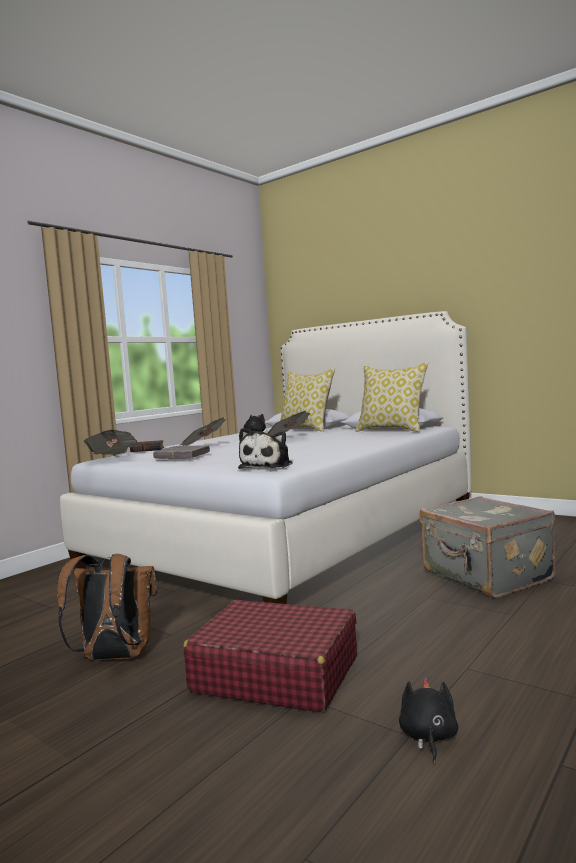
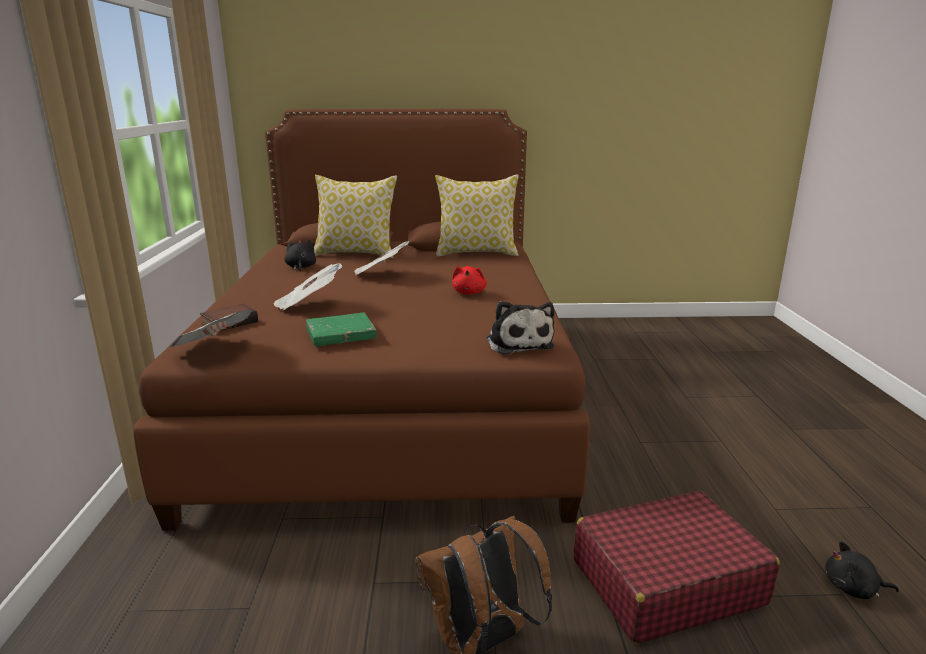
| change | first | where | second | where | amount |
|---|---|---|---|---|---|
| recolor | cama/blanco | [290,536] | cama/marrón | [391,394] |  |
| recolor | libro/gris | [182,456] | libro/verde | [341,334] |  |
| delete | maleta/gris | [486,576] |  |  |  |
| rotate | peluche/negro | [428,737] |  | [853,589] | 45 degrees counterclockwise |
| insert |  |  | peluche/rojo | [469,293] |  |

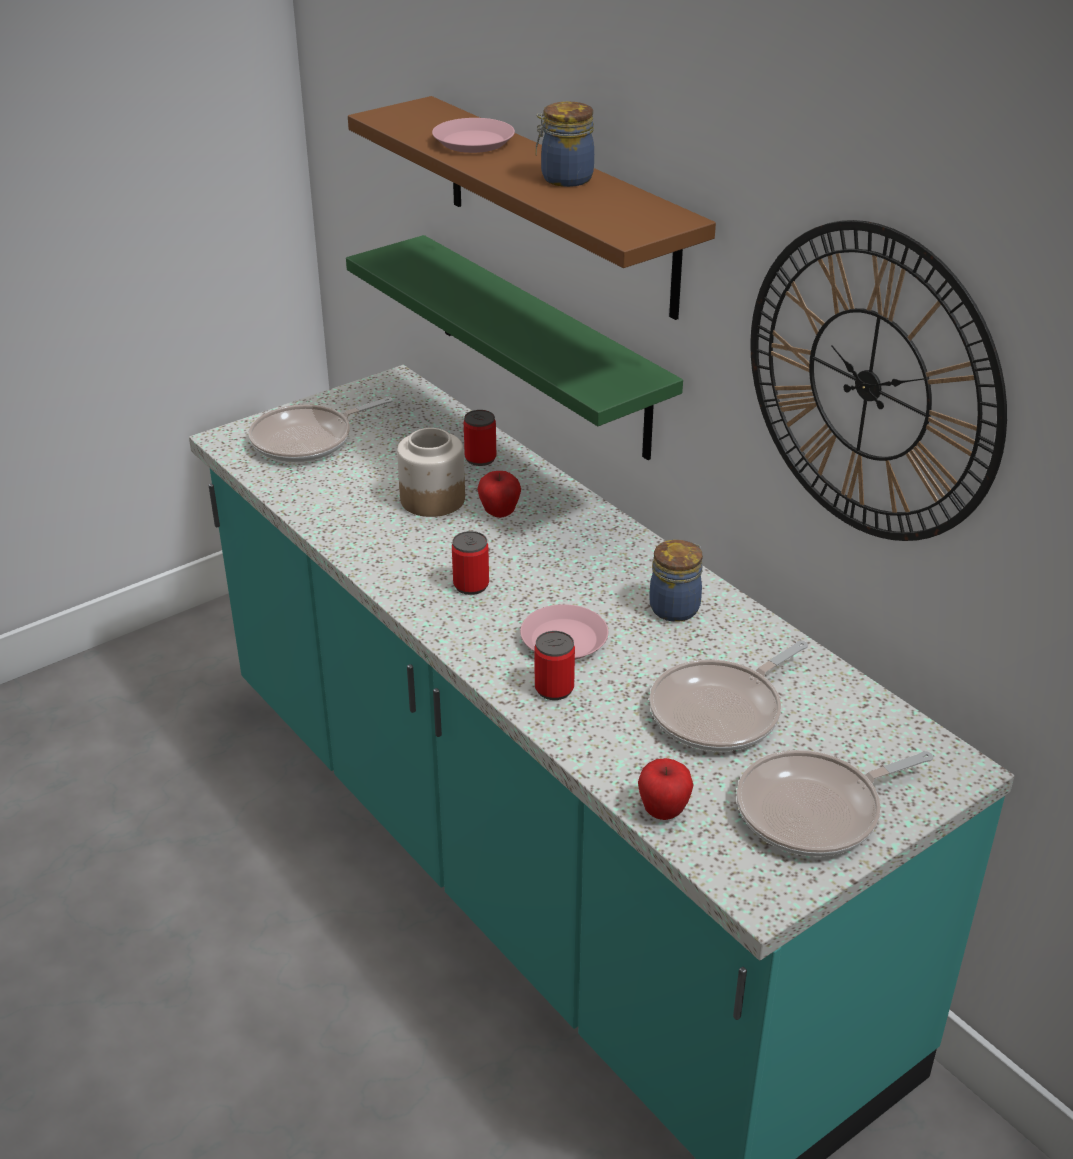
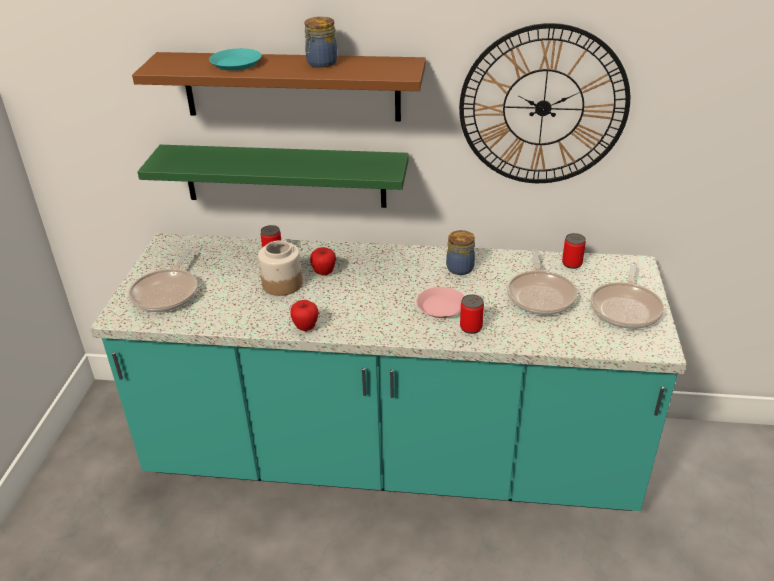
| change | first | where | second | where | amount |
|---|---|---|---|---|---|
| recolor | plato/rosa | [473,142] | plato/turquesa | [236,64] |  |
| move | lata | [471,585] |  | [572,263] |  |
| move | manzana | [663,811] |  | [306,327] |  |

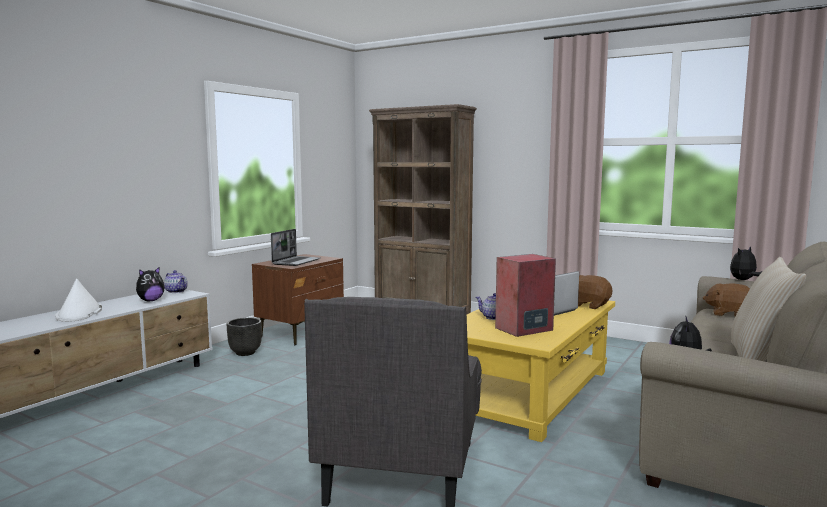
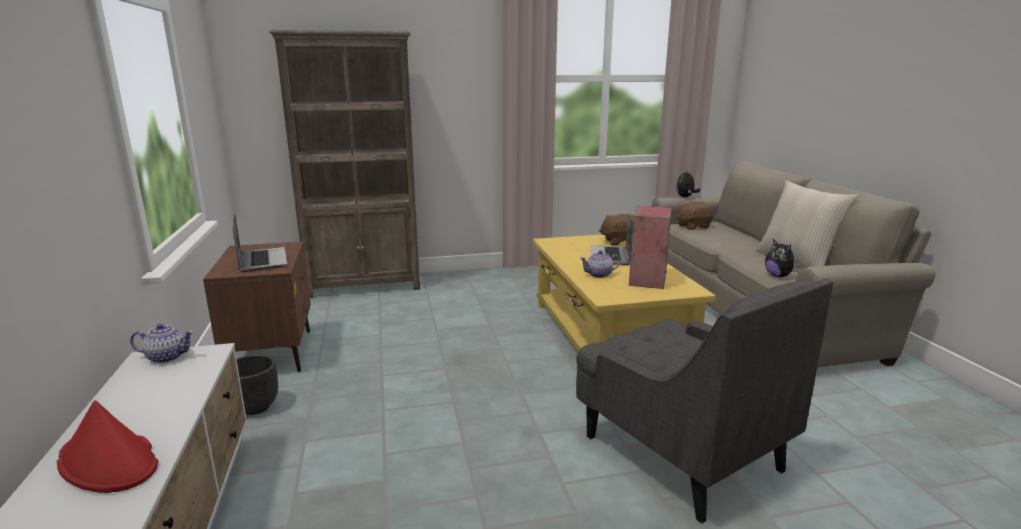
| change | first | where | second | where | amount |
|---|---|---|---|---|---|
| delete | peluche | [150,300] |  |  |  |
| recolor | sombrero/blanco | [79,313] | sombrero/rojo | [109,462] |  |

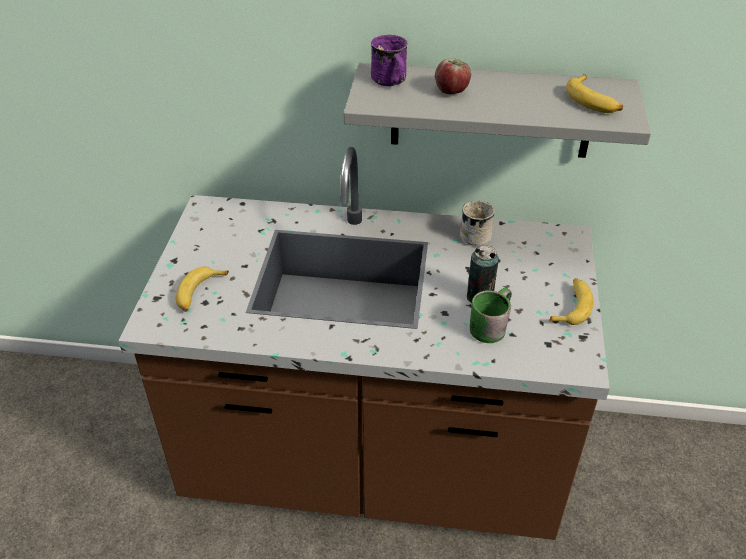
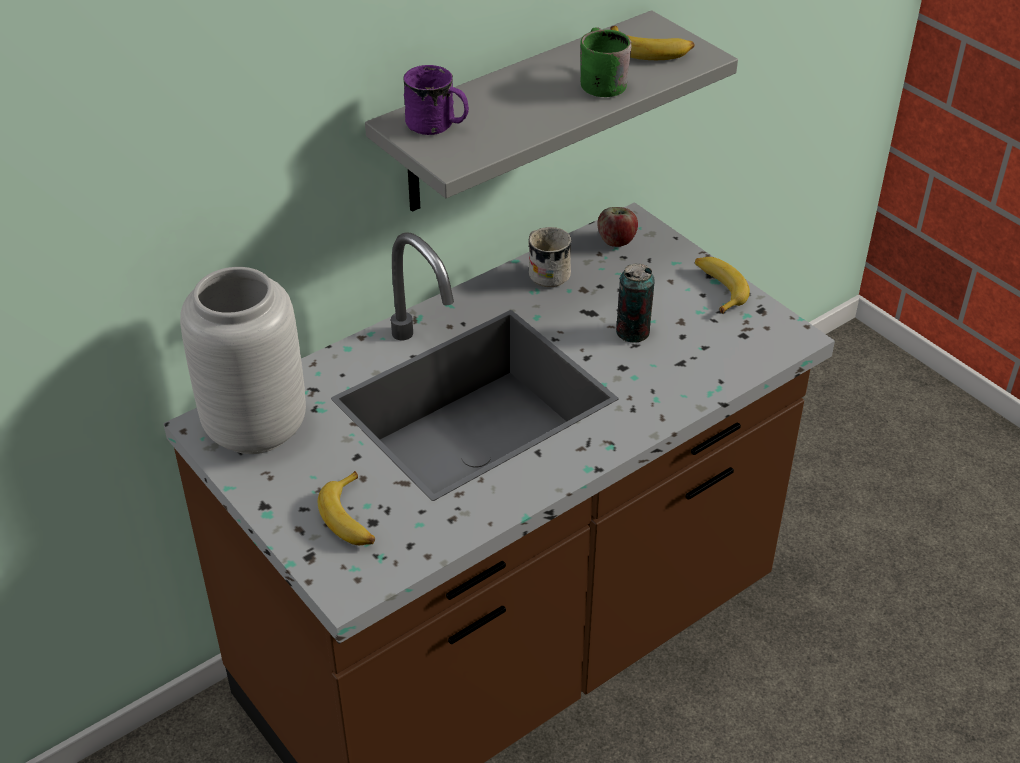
| change | first | where | second | where | amount |
|---|---|---|---|---|---|
| move | manzana | [452,91] |  | [616,241] |  |
| move | taza grande/verde | [488,325] |  | [597,82] |  |
| insert |  |  | florero/gris | [258,429] |  |

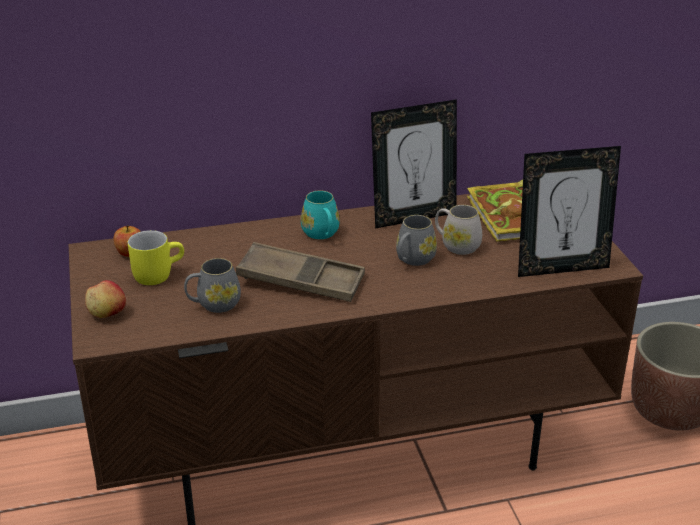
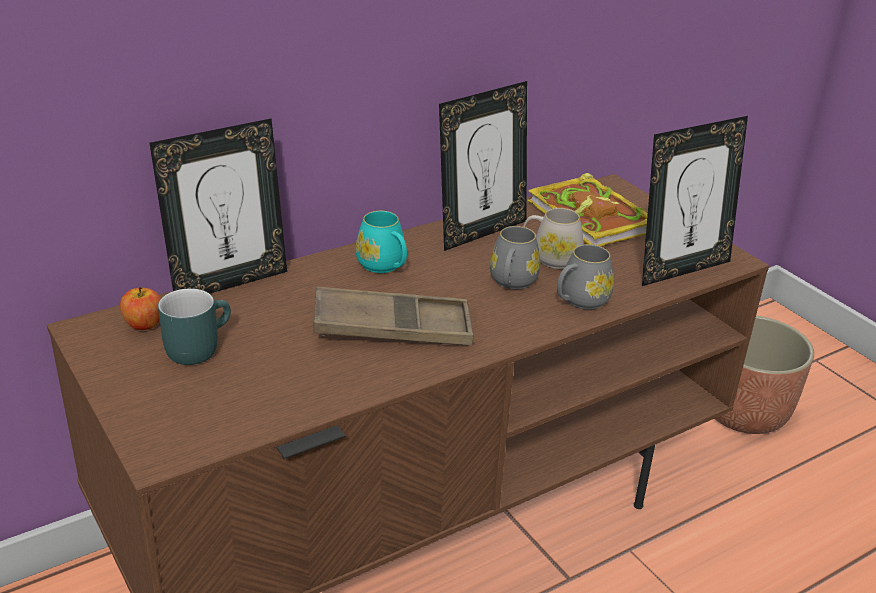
| change | first | where | second | where | amount |
|---|---|---|---|---|---|
| recolor | taza grande/amarillo | [157,273] | taza grande/turquesa | [196,347] |  |
| move | taza grande/gris | [214,304] |  | [579,301] |  |
| delete | manzana | [107,313] |  |  |  |
| insert |  |  | portarretratos | [228,282] |  |

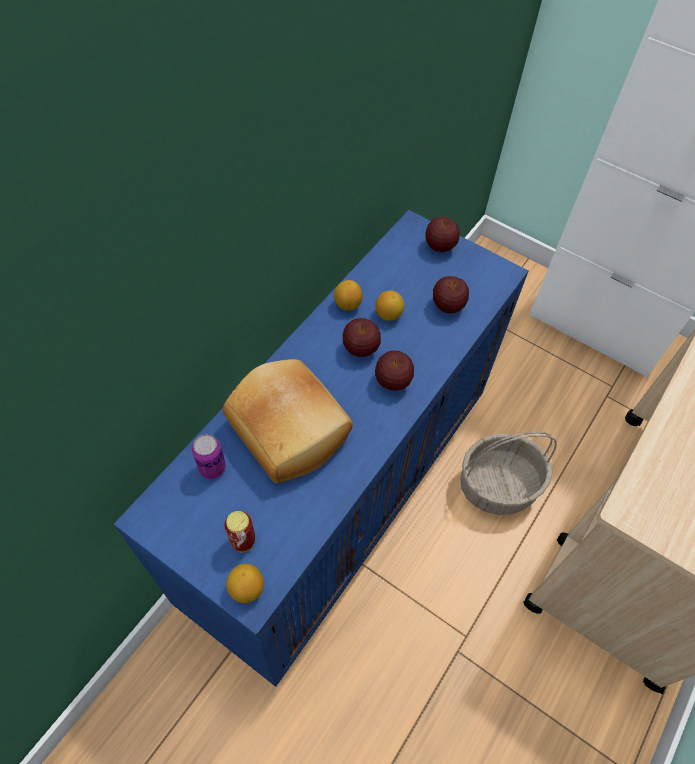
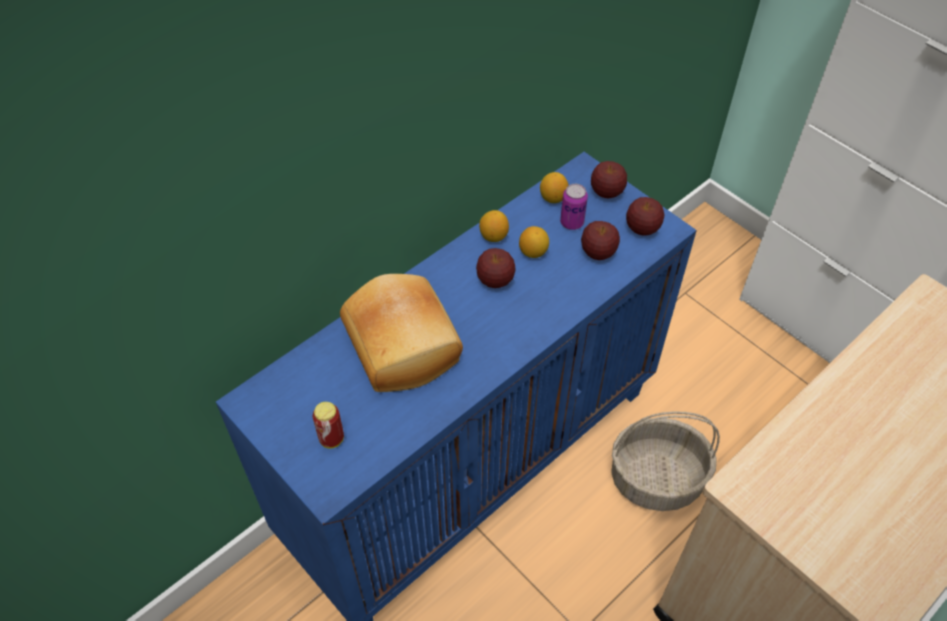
| change | first | where | second | where | amount |
|---|---|---|---|---|---|
| move | manzana | [393,381] |  | [642,229] |  |
| move | lata | [212,468] |  | [572,222] |  |
| move | limón | [246,588] |  | [553,198] |  |

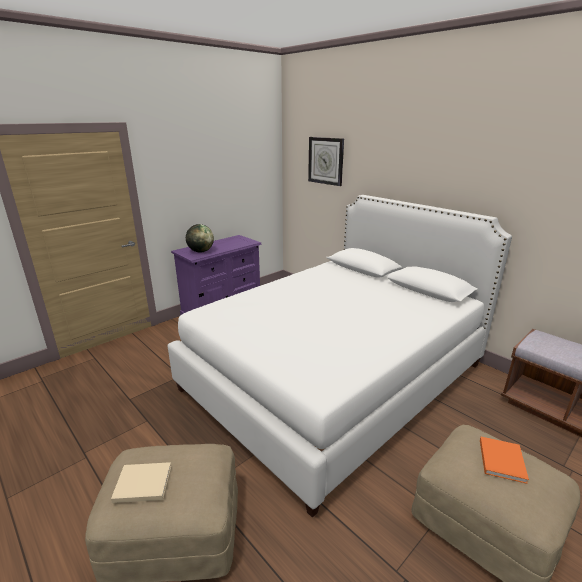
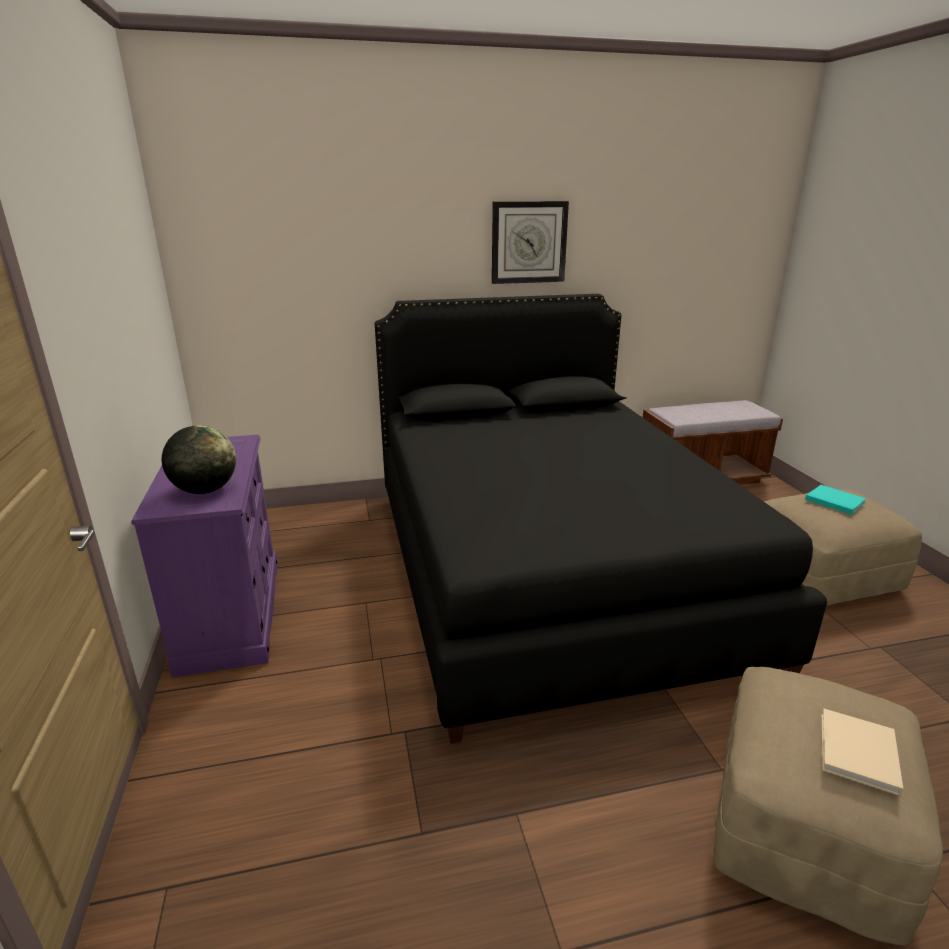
| change | first | where | second | where | amount |
|---|---|---|---|---|---|
| move | reloj de pared | [326,161] |  | [528,242] |  |
| recolor | cama/blanco | [334,377] | cama/negro | [547,570] |  |
| recolor | libro/naranja | [501,459] | libro/turquesa | [833,500] |  |

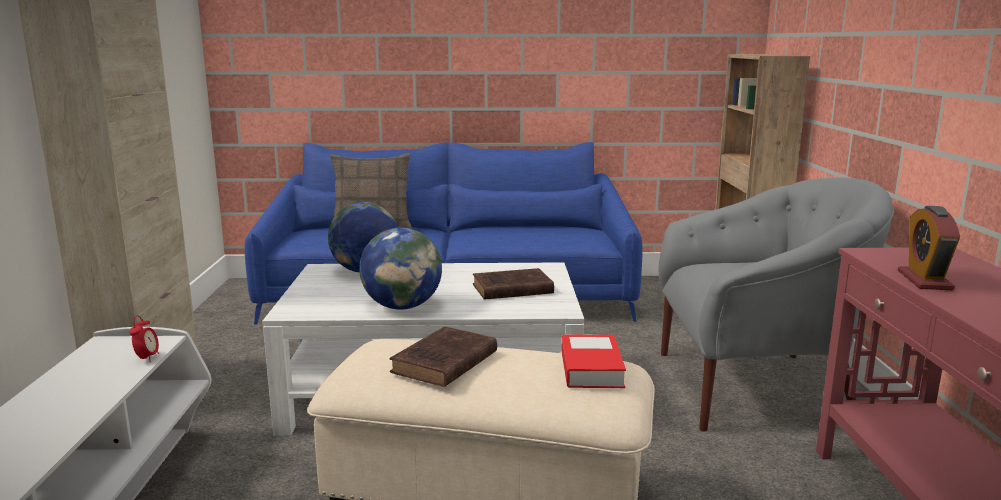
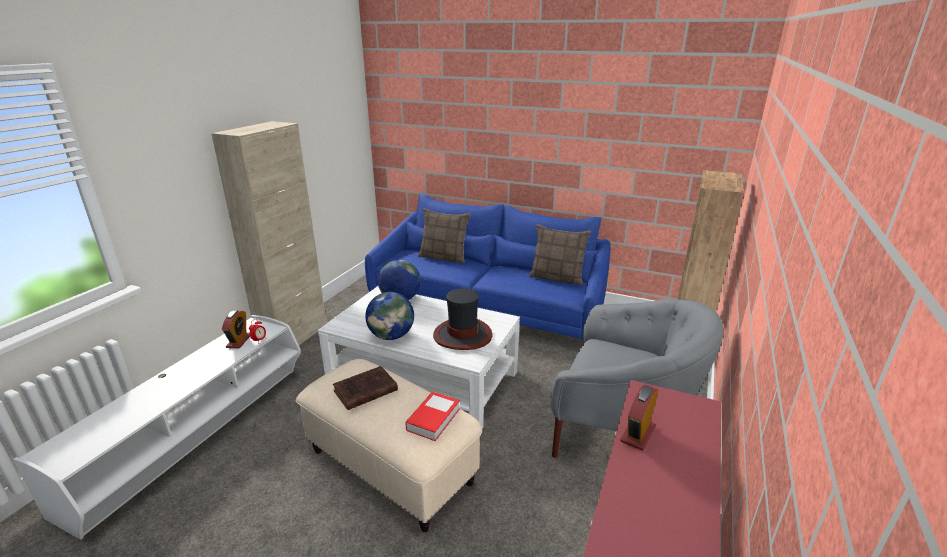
| change | first | where | second | where | amount |
|---|---|---|---|---|---|
| replace | libro/marrón | [510,289] | sombrero | [462,335] |  |
| insert |  |  | cojín | [557,278] |  |
| insert |  |  | despertador | [239,341] |  |

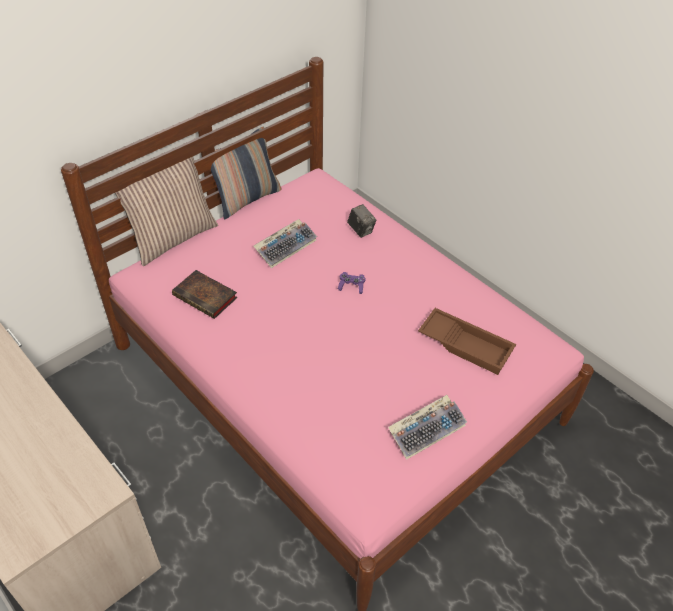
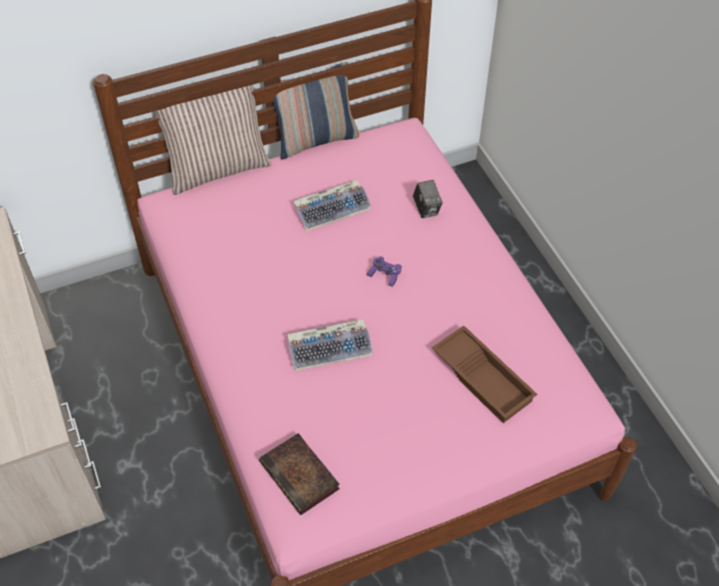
| change | first | where | second | where | amount |
|---|---|---|---|---|---|
| move | libro | [206,297] |  | [301,477] |  |
| move | teclado | [427,429] |  | [330,348] |  |

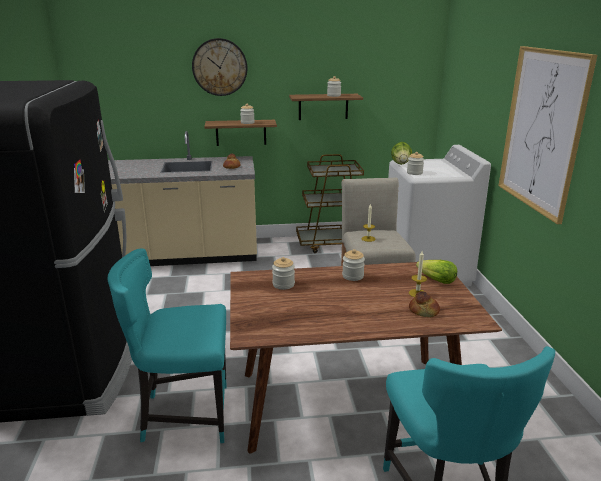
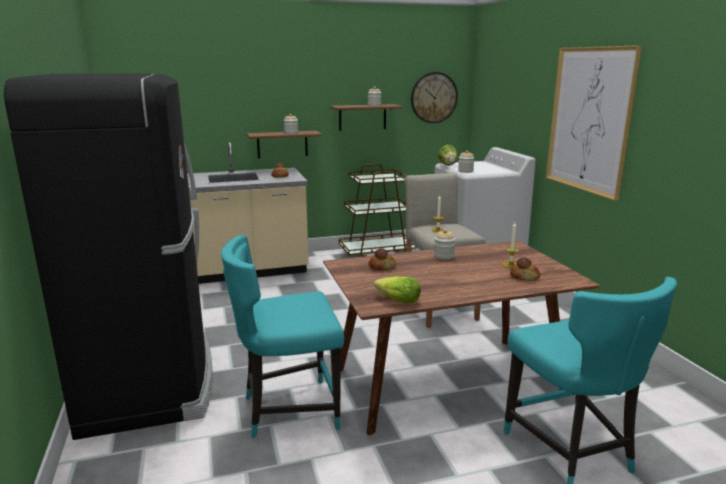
| change | first | where | second | where | amount |
|---|---|---|---|---|---|
| move | reloj de pared | [219,67] |  | [433,97] |  |
| replace | tarro | [283,284] | pan | [382,266] |  |
| move | lechuga | [436,280] |  | [397,301] |  |

